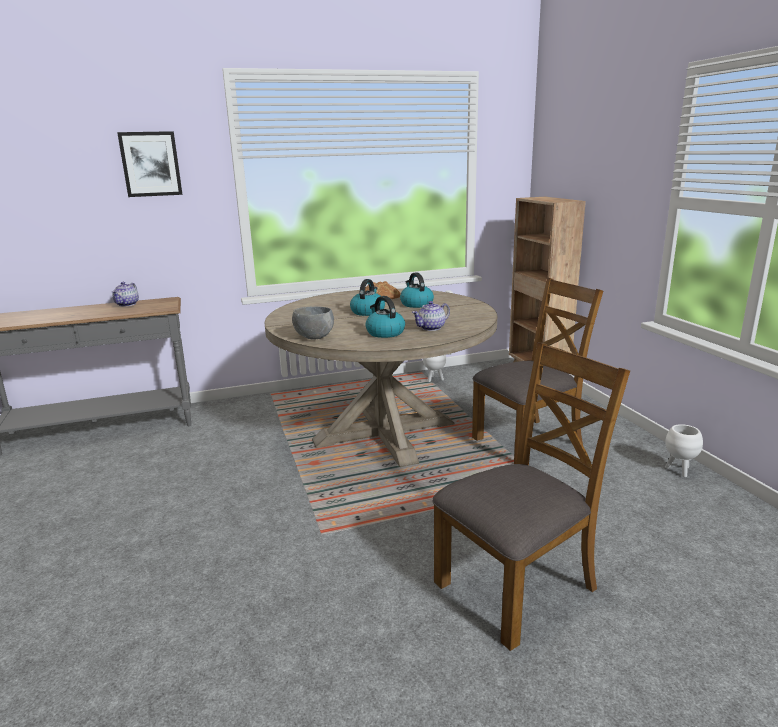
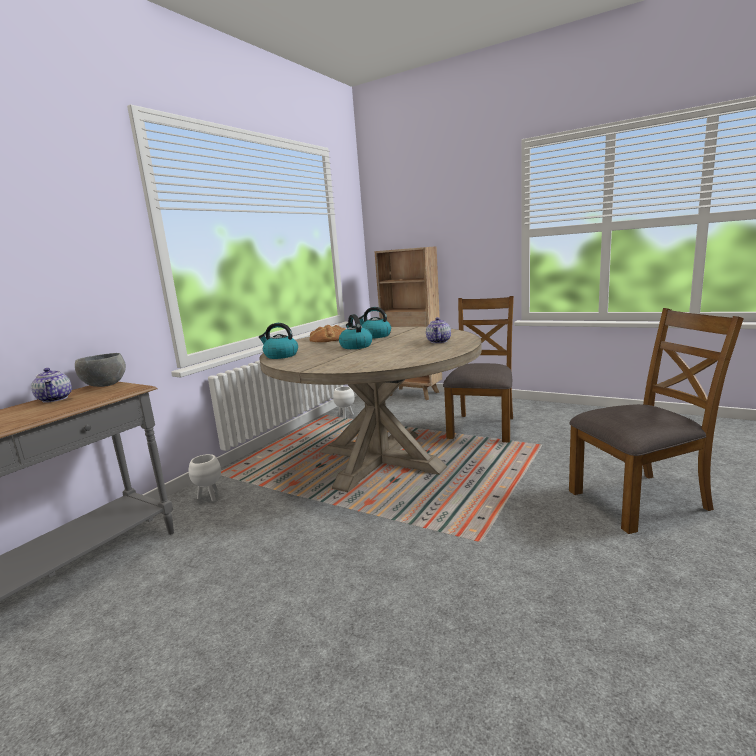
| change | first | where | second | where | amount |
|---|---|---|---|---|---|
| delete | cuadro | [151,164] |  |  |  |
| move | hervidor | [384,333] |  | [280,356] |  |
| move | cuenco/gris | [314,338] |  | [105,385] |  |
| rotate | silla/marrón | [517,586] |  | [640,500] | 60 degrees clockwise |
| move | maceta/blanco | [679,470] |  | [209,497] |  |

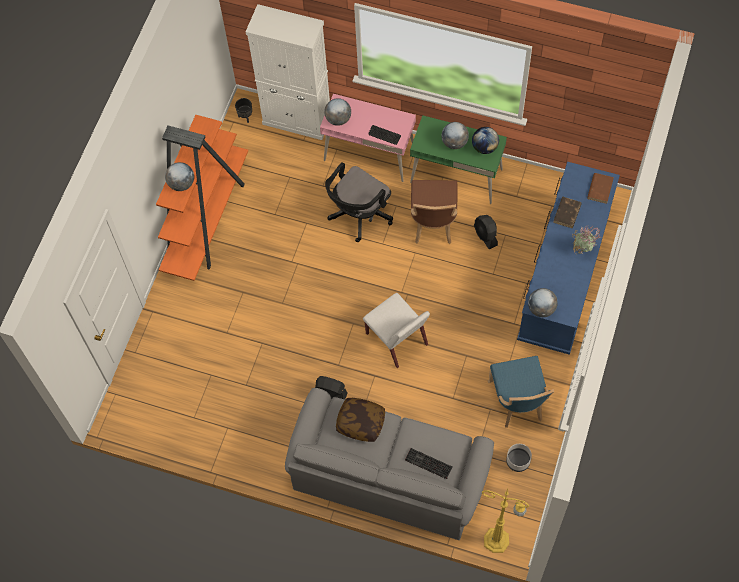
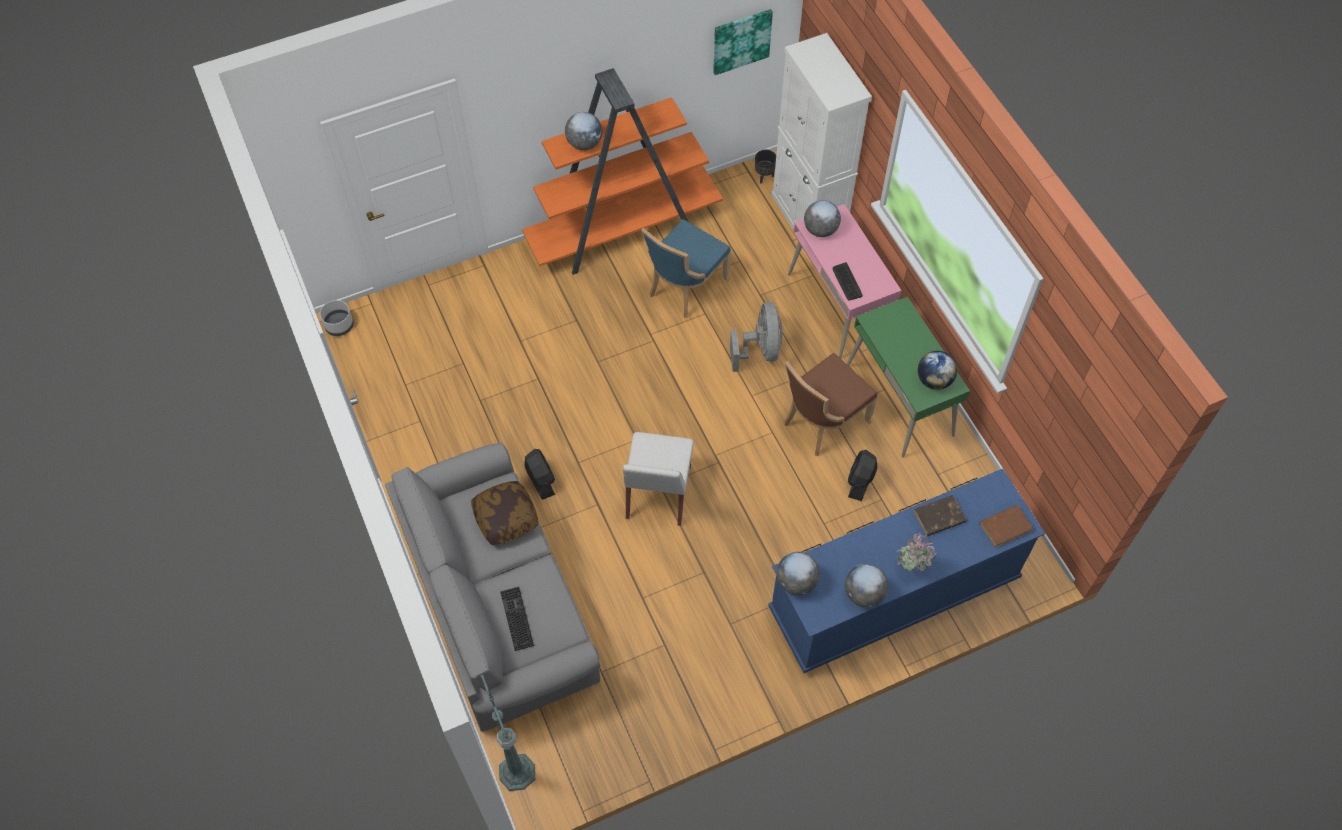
| change | first | where | second | where | amount |
|---|---|---|---|---|---|
| move | globo terráqueo | [454,142] |  | [863,594] |  |
| replace | silla de oficina/negro | [358,215] | ventilador/gris | [760,350] |  |
| move | silla/azul | [518,402] |  | [684,288] |  |
| move | maceta/gris | [518,461] |  | [339,326] |  |
| recolor | lámpara de pie/amarillo | [497,541] | lámpara de pie/verde | [517,774] |  |
| insert |  |  | cuadro | [741,41] |  |

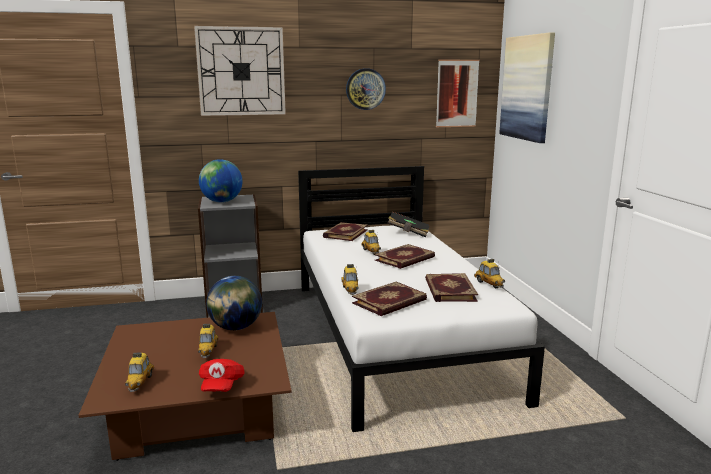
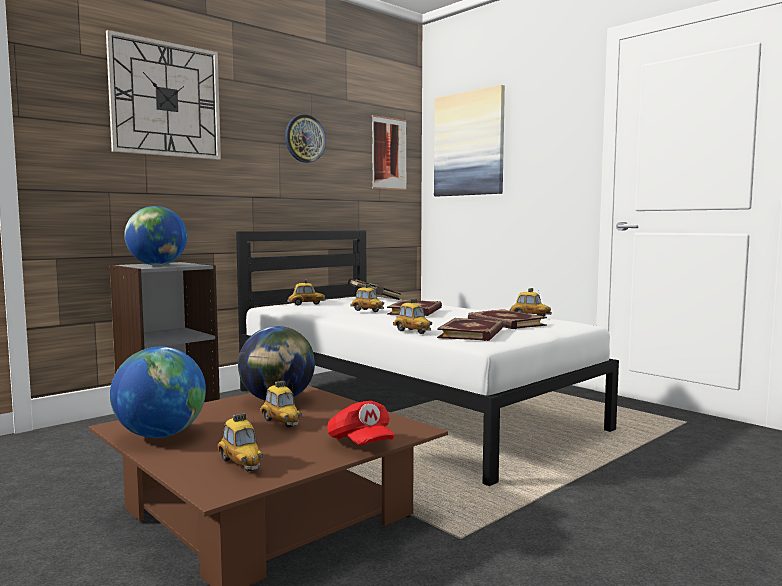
| change | first | where | second | where | amount |
|---|---|---|---|---|---|
| replace | libro | [345,233] | coche de juguete | [306,304] |  |
| insert |  |  | globo terráqueo | [160,435] |  |

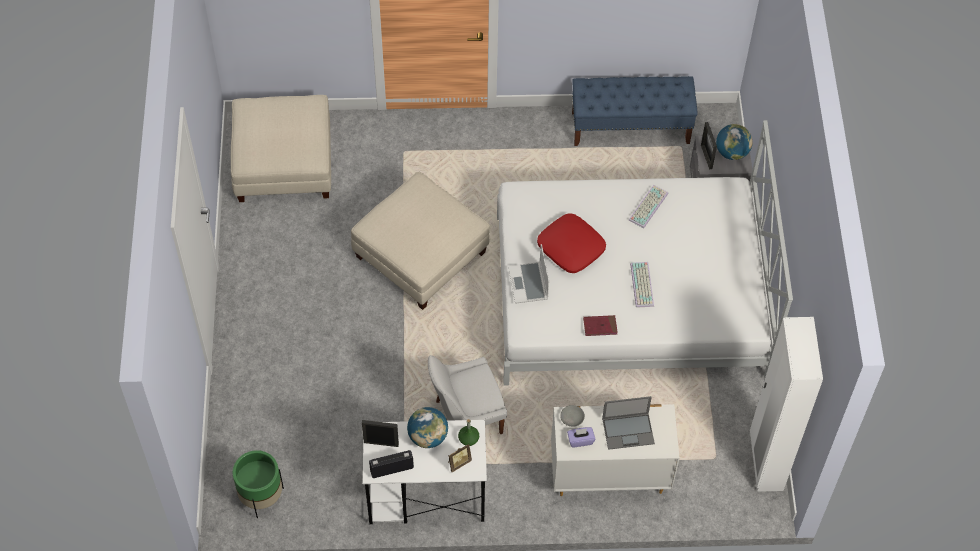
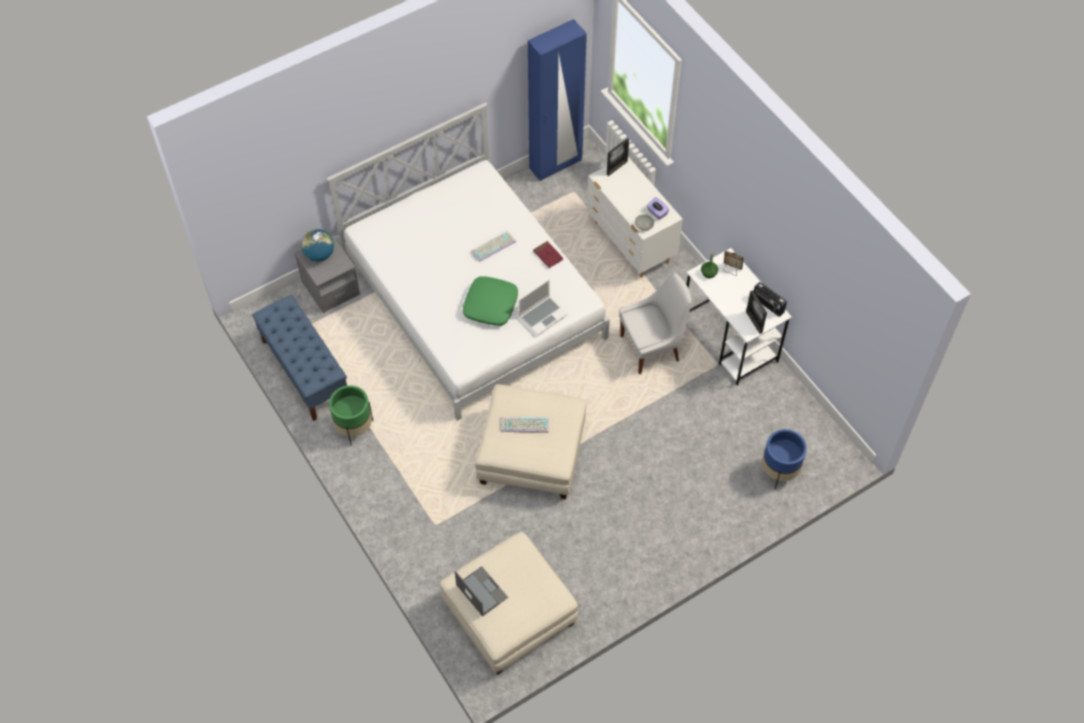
| change | first | where | second | where | amount |
|---|---|---|---|---|---|
| move | portarretratos | [706,157] |  | [617,168] |  |
| move | teclado | [648,206] |  | [524,425] |  |
| recolor | cojín/rojo | [571,248] | cojín/verde | [490,305] |  |
| recolor | armario ropero/blanco | [765,462] | armario ropero/azul | [555,164] |  |
| rotate | silla/blanco | [466,418] |  | [652,347] | 60 degrees counterclockwise |
| move | portátil | [628,431] |  | [481,591] |  |
| delete | globo terráqueo | [428,437] |  |  |  |
| move | maceta/verde | [261,497] |  | [354,428] |  |
| insert |  |  | maceta/azul | [779,471] |  |

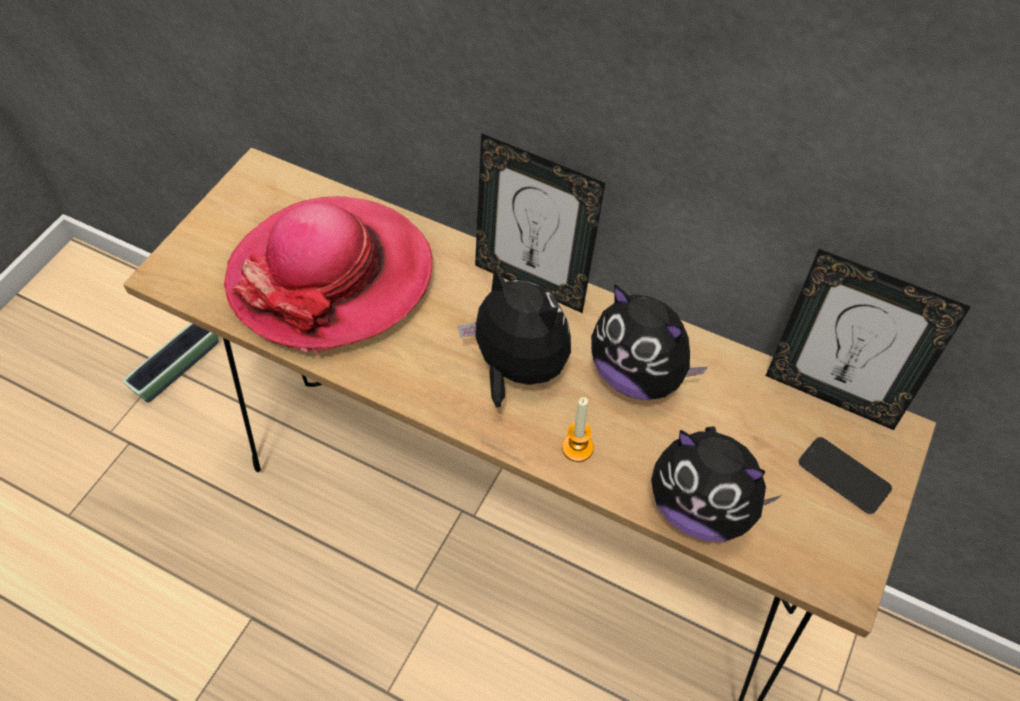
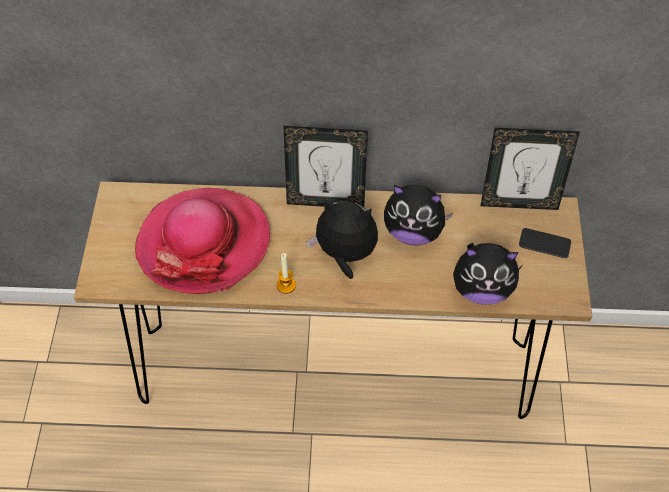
| change | first | where | second | where | amount |
|---|---|---|---|---|---|
| delete | maceta | [178,367] |  |  |  |
| move | vela | [577,448] |  | [286,285] |  |

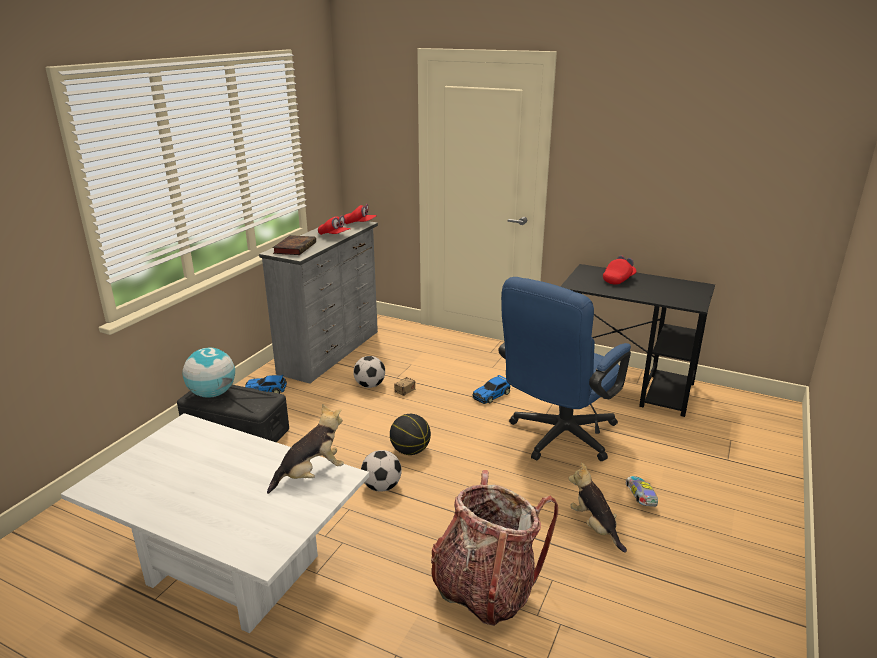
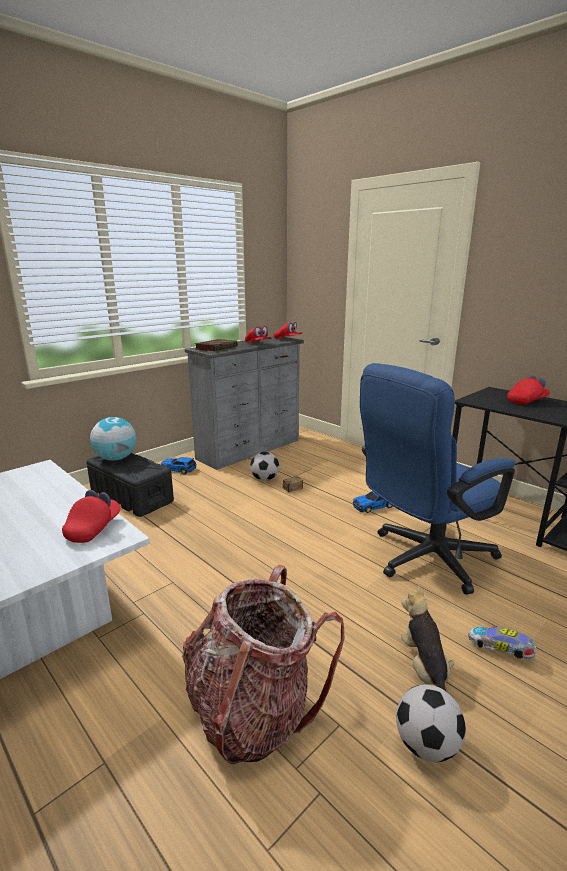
| change | first | where | second | where | amount |
|---|---|---|---|---|---|
| replace | peluche | [311,474] | gorra/rojo | [93,528] |  |
| delete | balón de baloncesto | [410,450] |  |  |  |
| move | balón de fútbol | [382,487] |  | [426,745] |  |
| rotate | coche de juguete | [641,498] |  | [501,649] | 75 degrees counterclockwise |

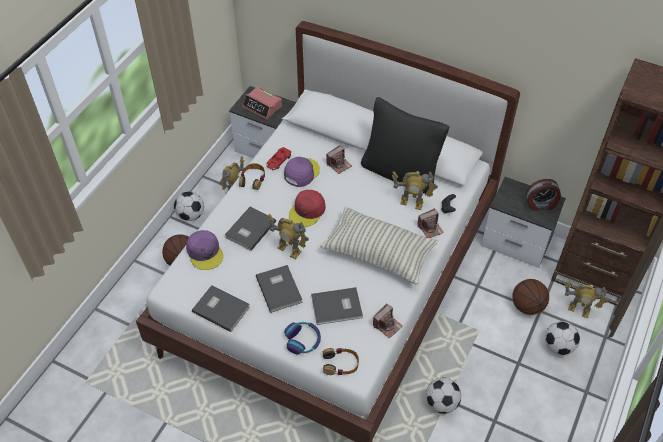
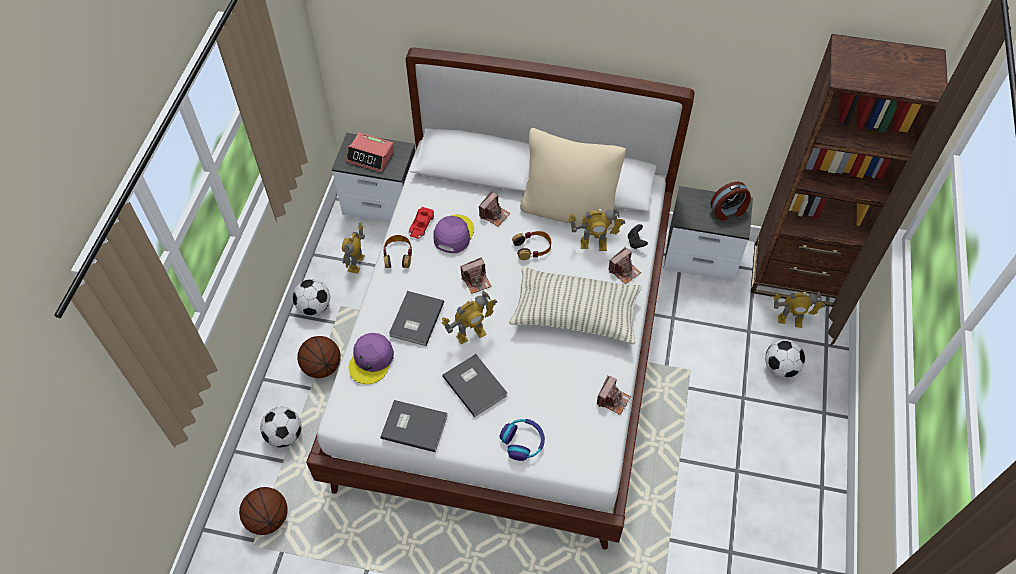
| change | first | where | second | where | amount |
|---|---|---|---|---|---|
| recolor | cojín/negro | [400,172] | cojín/beis | [569,209] |  |
| replace | gorra/rojo | [307,211] | cámara | [476,281] |  |
| rotate | robot de juguete | [289,250] |  | [471,334] | 45 degrees counterclockwise |
| rotate | gorra/morado | [205,252] |  | [371,360] | 60 degrees clockwise |
| move | balón de baloncesto | [527,306] |  | [267,518] |  |
| delete | libro/gris | [337,308] |  |  |  |
| move | auriculares | [340,364] |  | [532,247] |  |
| move | balón de fútbol | [441,403] |  | [284,435] |  |

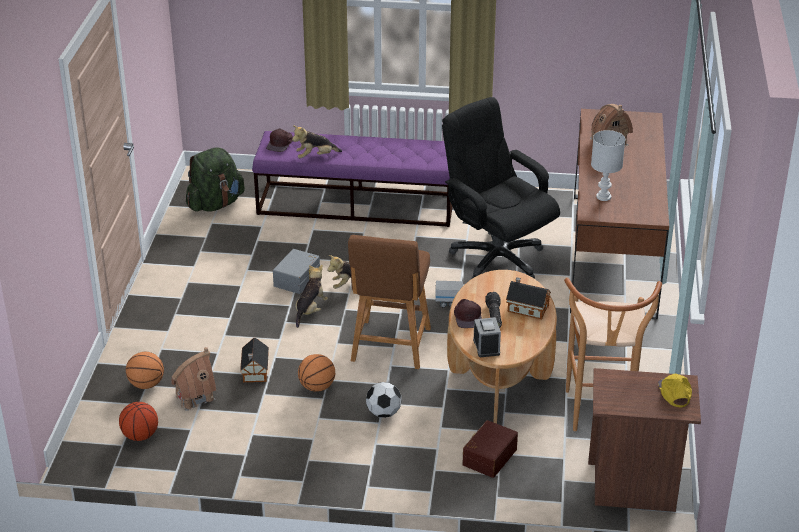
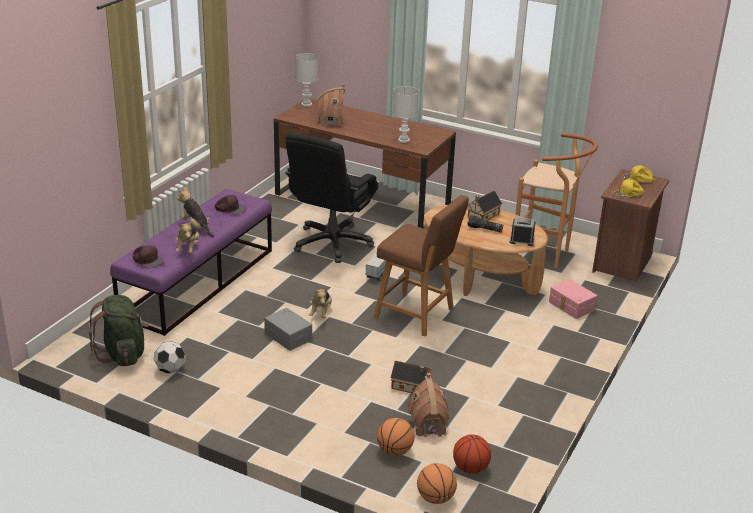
| change | first | where | second | where | amount |
|---|---|---|---|---|---|
| rotate | silla de oficina/negro | [496,258] |  | [332,243] | 45 degrees counterclockwise |
| move | peluche | [310,311] |  | [196,227] |  |
| move | gorra/marrón | [468,316] |  | [230,208] |  |
| move | balón de baloncesto | [317,387] |  | [435,498] |  |
| move | balón de fútbol | [383,413] |  | [170,370] |  |
| recolor | caja de almacenaje/marrón | [488,456] | caja de almacenaje/rosa | [571,306] |  |
| insert |  |  | lámpara de mesa/blanco | [307,104] |  |
| insert |  |  | gorra/amarillo | [628,193] |  |

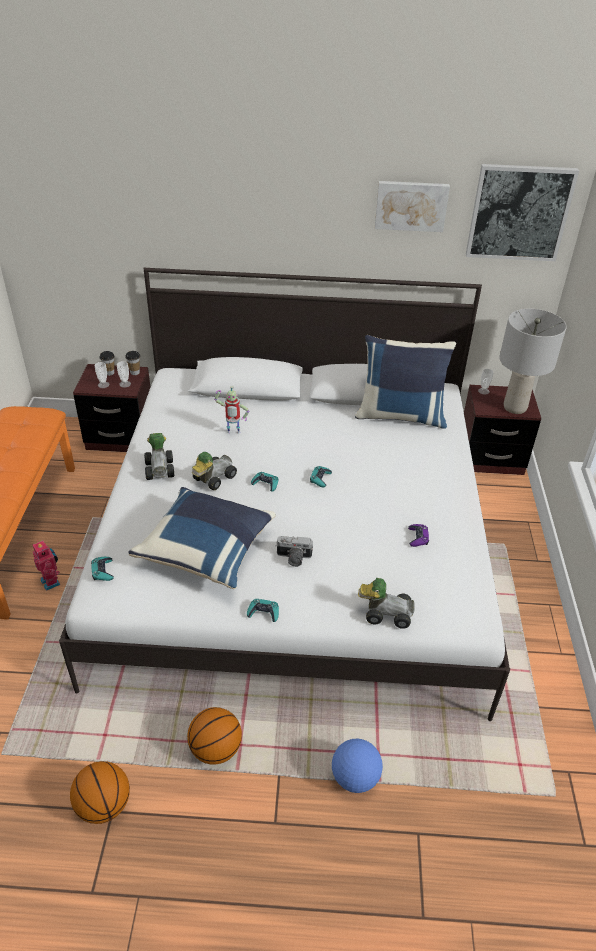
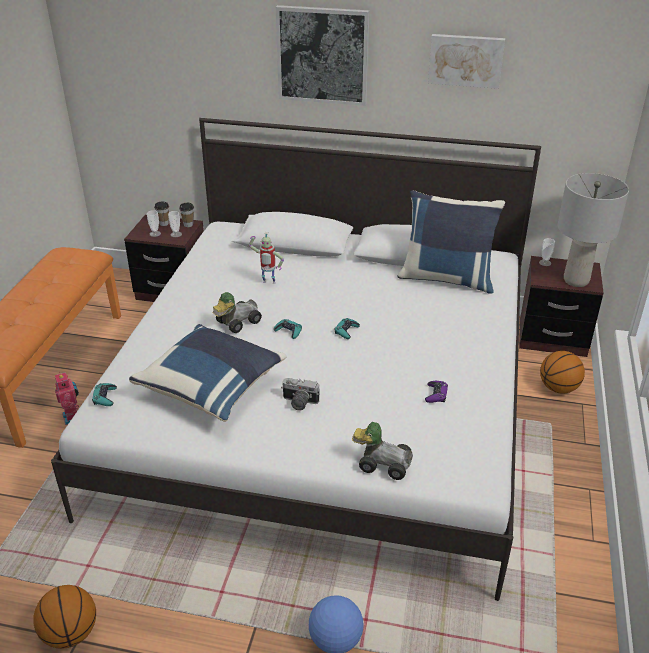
| change | first | where | second | where | amount |
|---|---|---|---|---|---|
| move | cuadro | [519,213] |  | [323,55] |  |
| delete | coche de juguete | [160,468] |  |  |  |
| delete | mando de consola/turquesa | [263,612] |  |  |  |
| move | balón de baloncesto | [215,749] |  | [558,388] |  |

